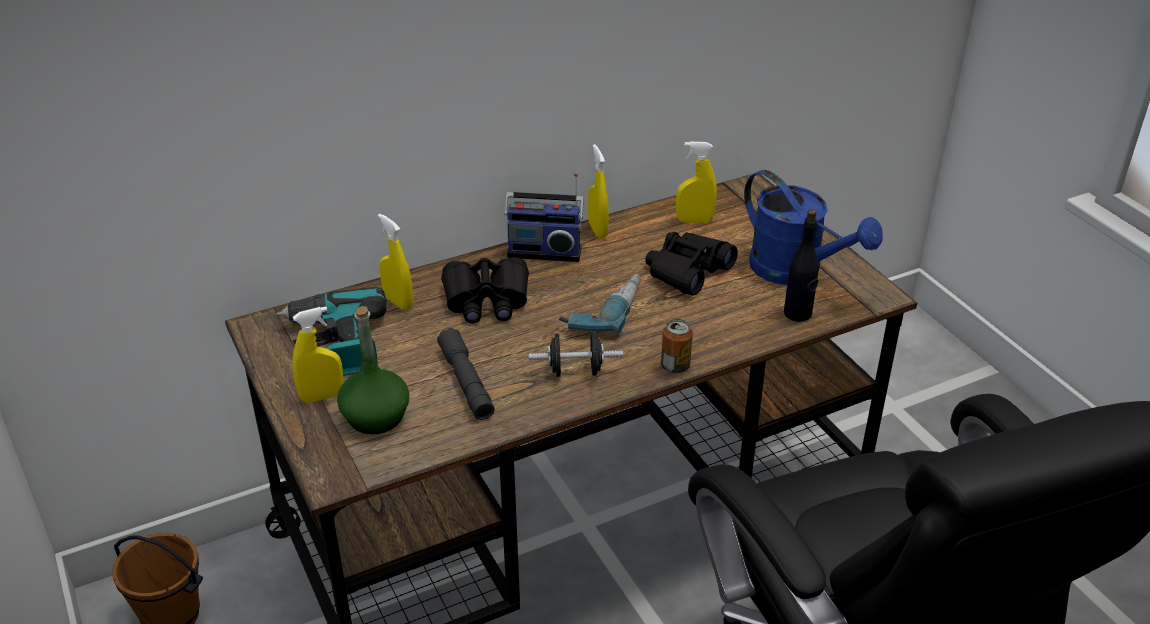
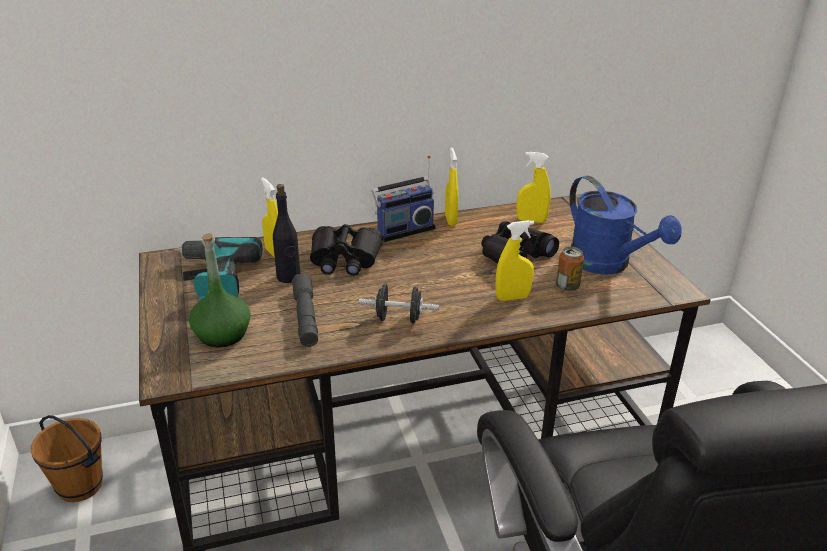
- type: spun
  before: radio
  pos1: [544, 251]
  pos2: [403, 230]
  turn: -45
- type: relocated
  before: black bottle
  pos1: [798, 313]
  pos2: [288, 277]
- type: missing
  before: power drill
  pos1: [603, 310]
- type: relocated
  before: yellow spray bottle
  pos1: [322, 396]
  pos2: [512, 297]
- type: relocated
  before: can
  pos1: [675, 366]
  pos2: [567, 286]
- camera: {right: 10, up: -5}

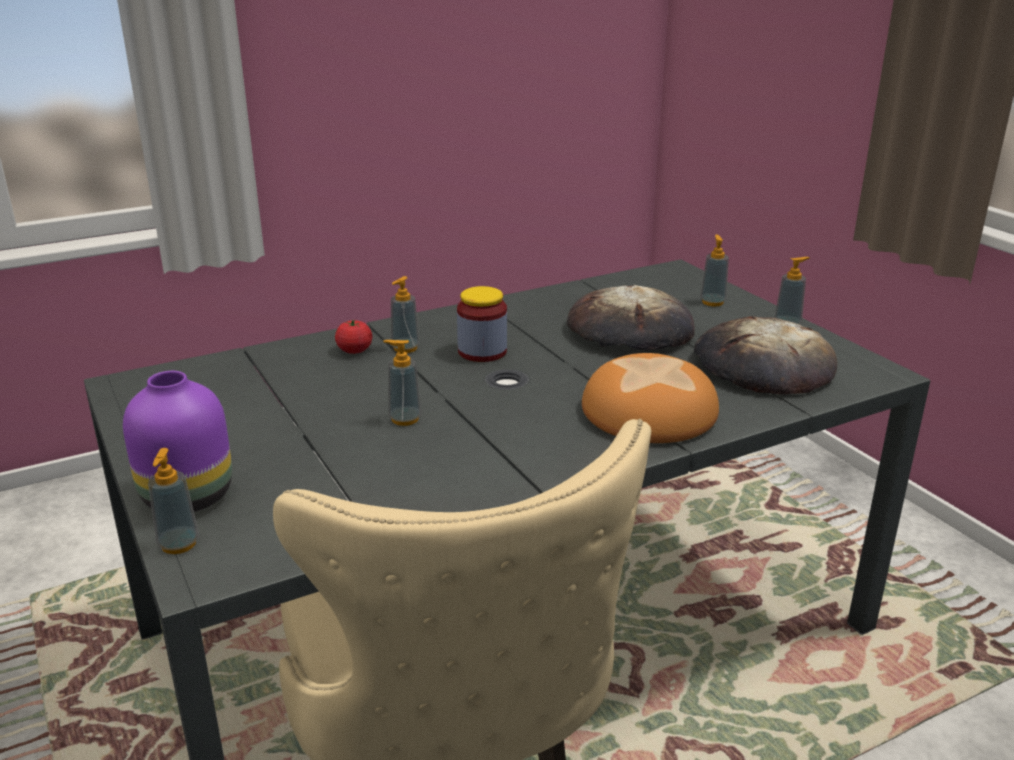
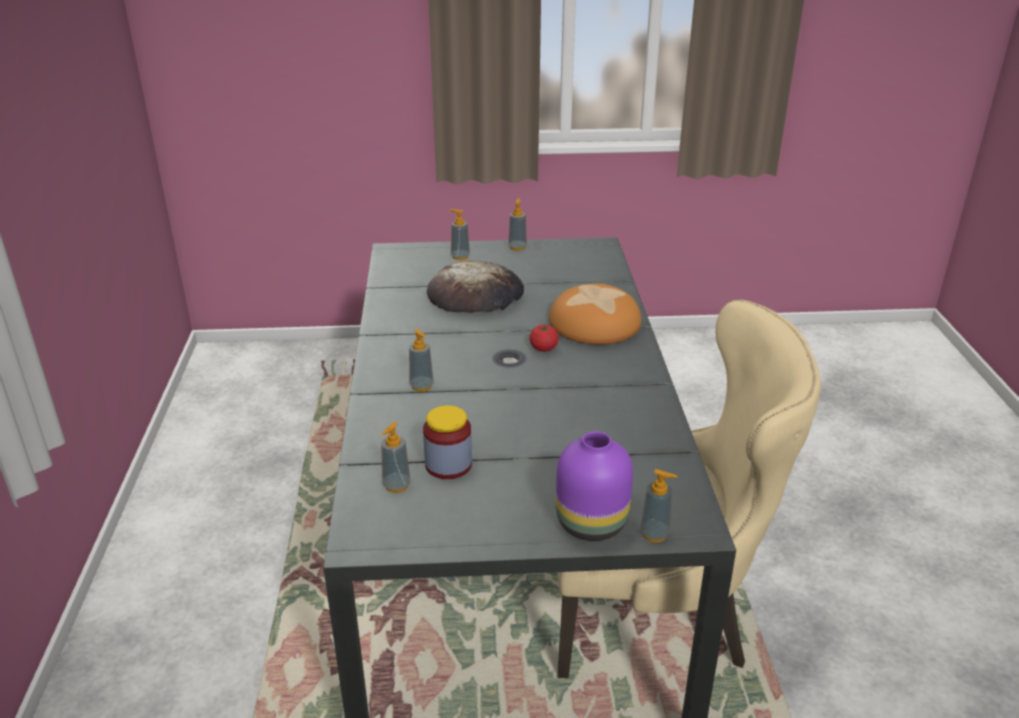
- type: relocated
  before: jar
  pos1: [482, 351]
  pos2: [448, 465]
- type: missing
  before: bread
  pos1: [762, 365]
- type: relocated
  before: tomato
  pos1: [354, 350]
  pos2: [543, 348]
- type: relocated
  before: soap dispenser
  pos1: [405, 419]
  pos2: [396, 485]
- camera: {right: -65, up: 5}

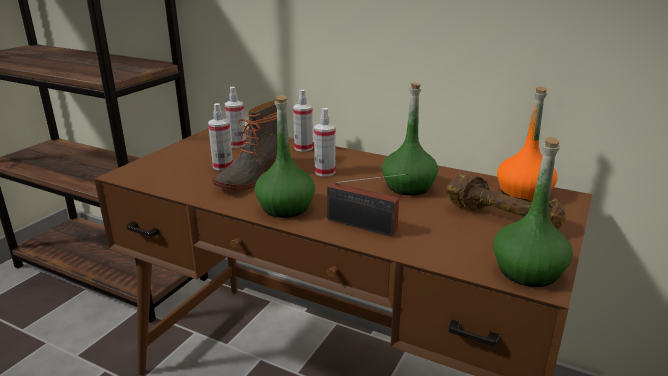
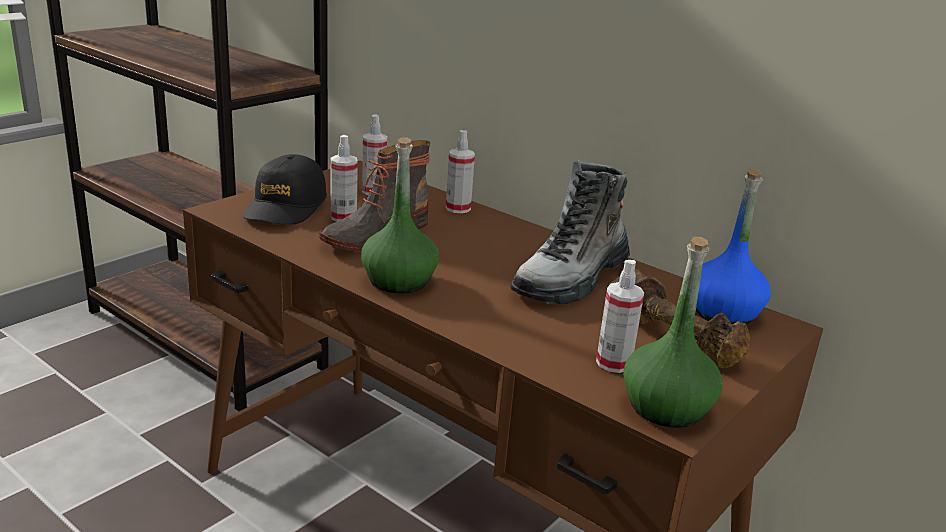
- type: exchanged
  before: green bottle
  after: boot
  pos1: [409, 187]
  pos2: [571, 279]
- type: colour
  before: orange bottle
  after: blue bottle
  pos1: [523, 194]
  pos2: [724, 313]
- type: relocated
  before: spray bottle
  pos1: [325, 172]
  pos2: [613, 363]
- type: missing
  before: radio
  pos1: [365, 227]
- type: appeared
  after: black cap
  pos2: [286, 207]
- camera: {right: 10, up: 0}

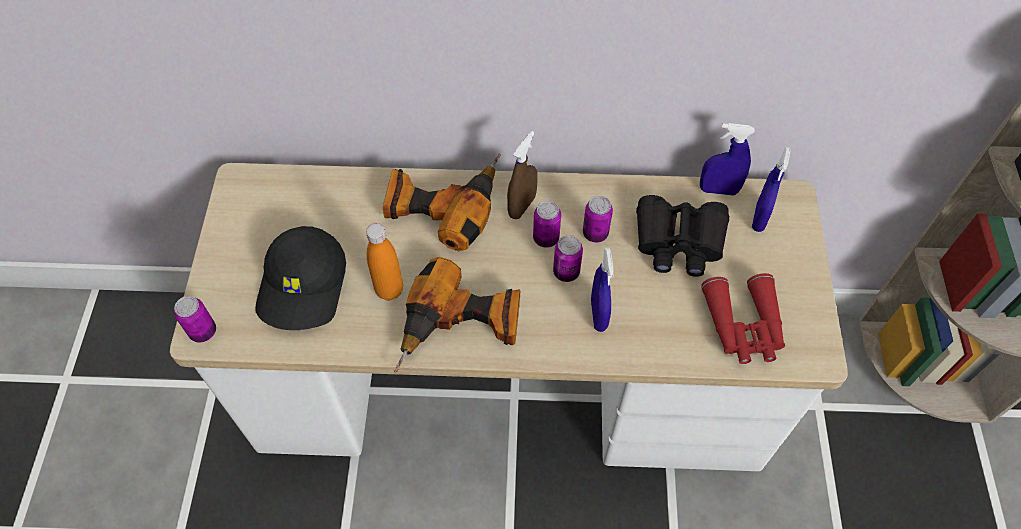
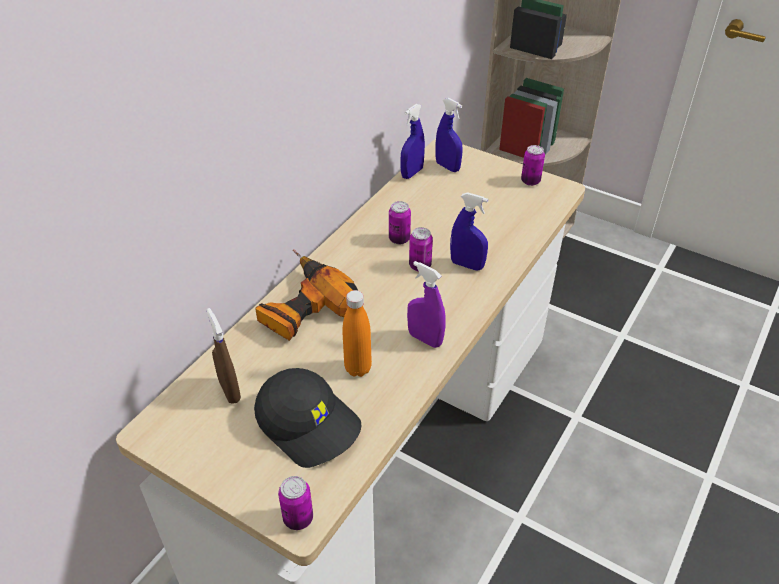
- type: relocated
  before: brown spray bottle
  pos1: [522, 206]
  pos2: [229, 390]
- type: missing
  before: black binoculars
  pos1: [678, 242]
- type: relocated
  before: can
  pos1: [546, 238]
  pos2: [530, 181]
- type: exchanged
  before: power drill
  after: purple spray bottle
  pos1: [461, 327]
  pos2: [425, 339]
- type: missing
  before: red binoculars
  pos1: [743, 326]
- camera: {right: -60, up: -15}

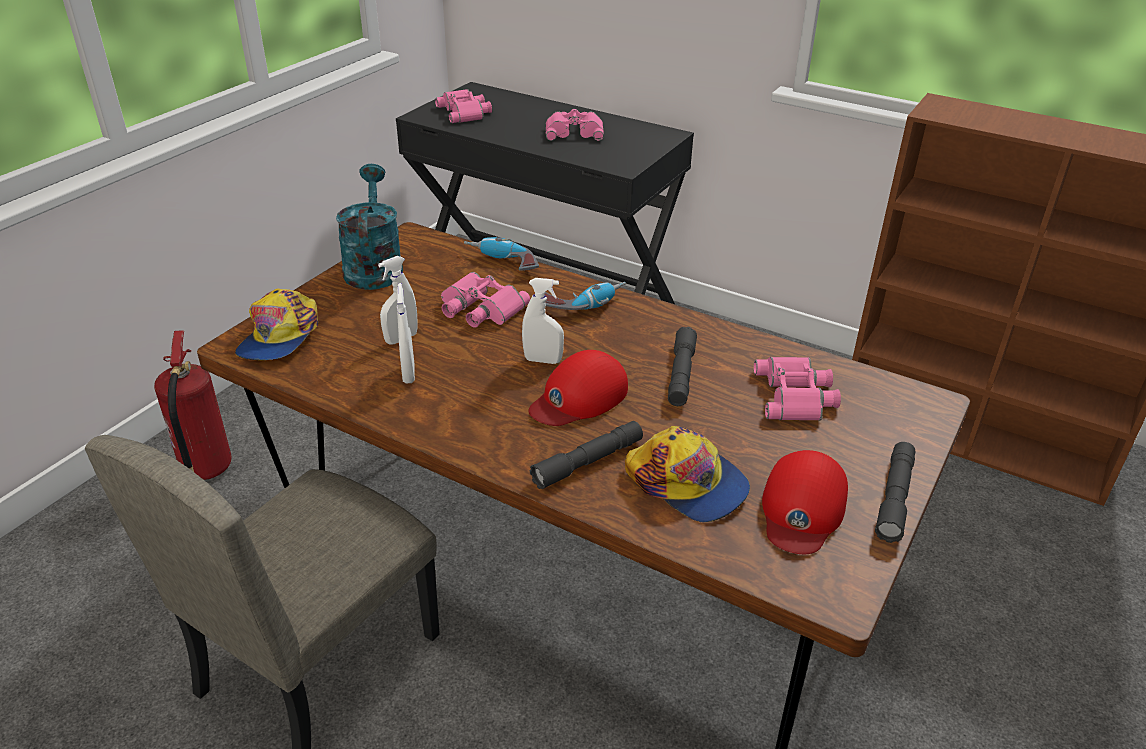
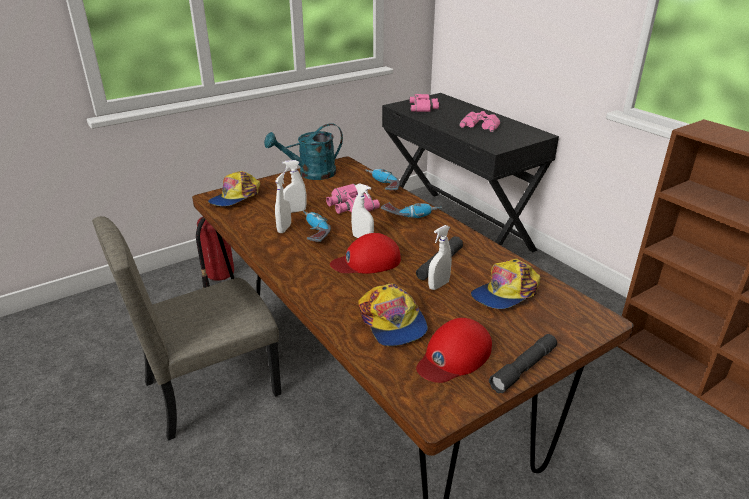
- type: spun
  before: turquoise watering can
  pos1: [373, 266]
  pos2: [311, 174]
  turn: -135
- type: exchanged
  before: pink binoculars
  after: cap
  pos1: [796, 396]
  pos2: [505, 293]
- type: missing
  before: grey flashlight
  pos1: [588, 462]
- type: appeared
  after: power drill
  pos2: [313, 232]
- type: appeared
  after: white spray bottle
  pos2: [438, 285]
- camera: {right: 25, up: -5}

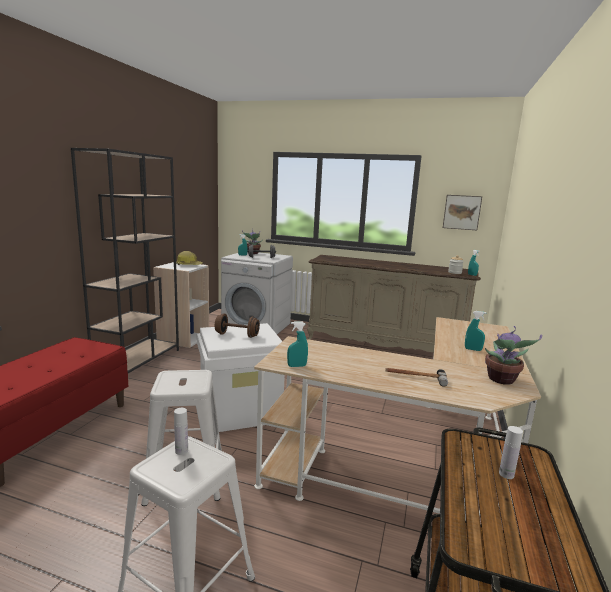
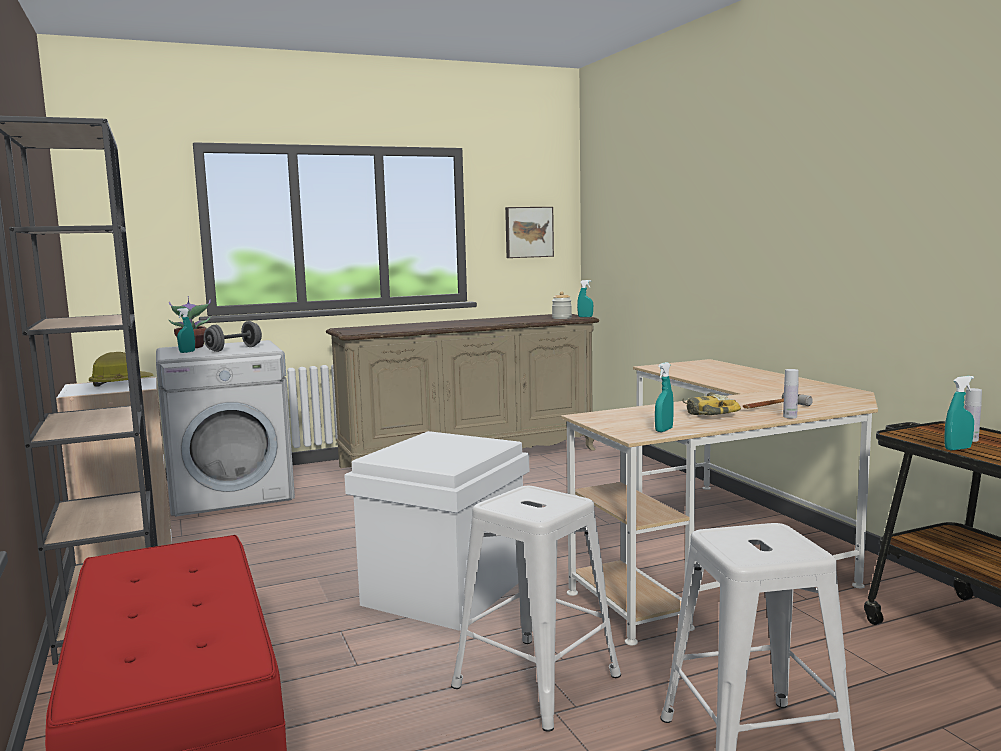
- type: relocated
  before: turquoise spray bottle
  pos1: [473, 349]
  pos2: [957, 449]
- type: missing
  before: brown dumbbell
  pos1: [237, 335]
- type: missing
  before: potted plant
  pos1: [501, 380]
- type: relocated
  before: white bottle
  pos1: [181, 451]
  pos2: [790, 417]
- type: appeared
  after: power drill
  pos2: [706, 412]
- camera: {right: -40, up: -5}

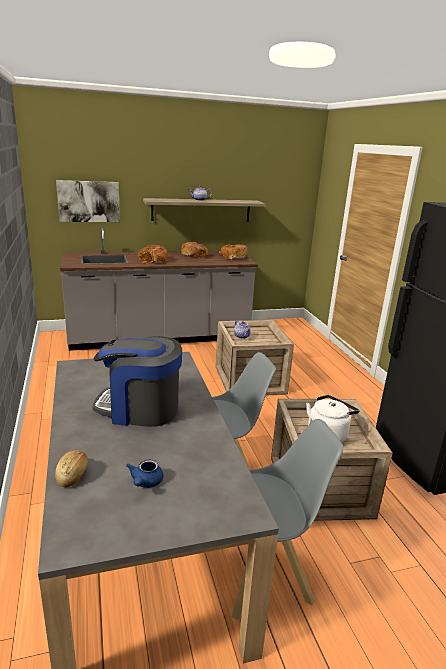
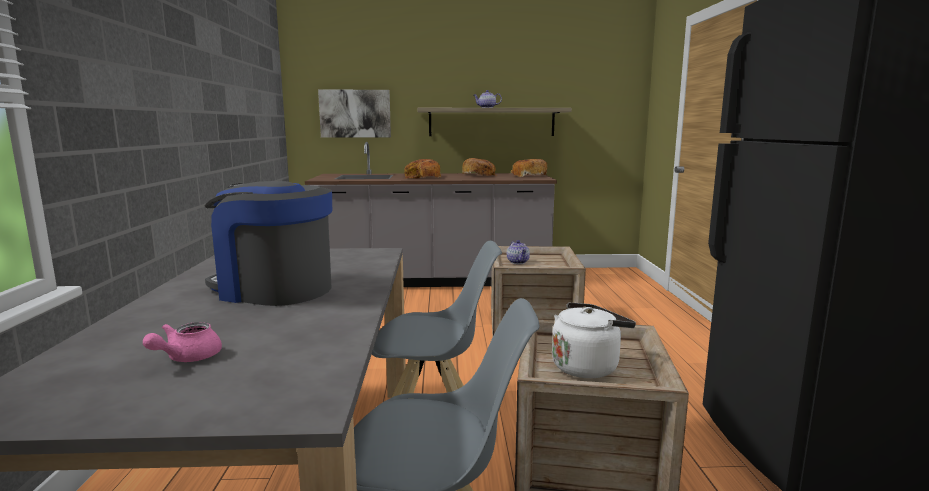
- type: missing
  before: bread
  pos1: [73, 475]
- type: colour
  before: blue teapot
  after: pink teapot
  pos1: [145, 483]
  pos2: [187, 358]
- camera: {right: 15, up: -10}

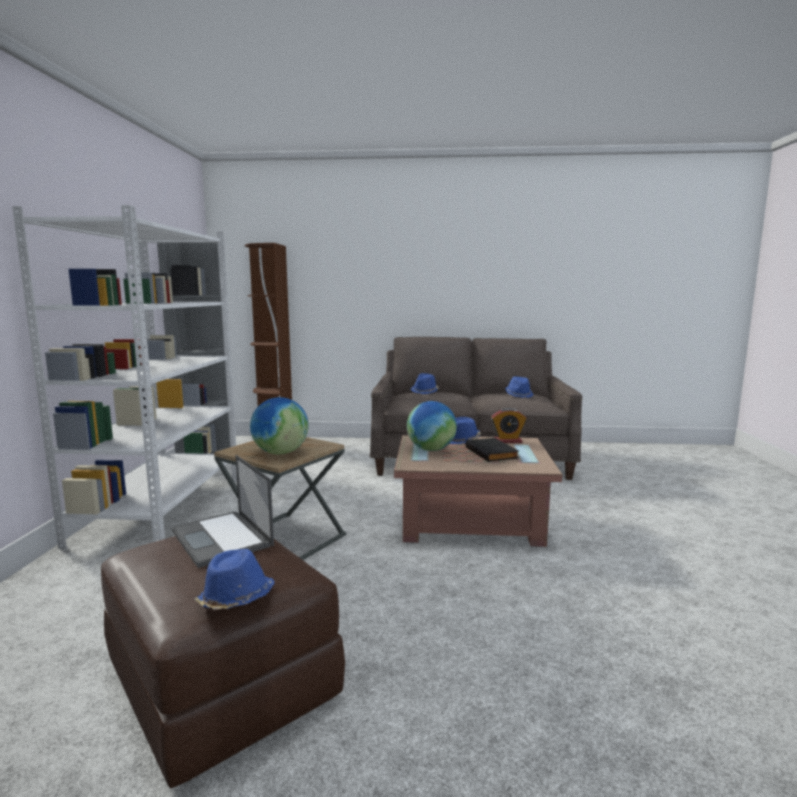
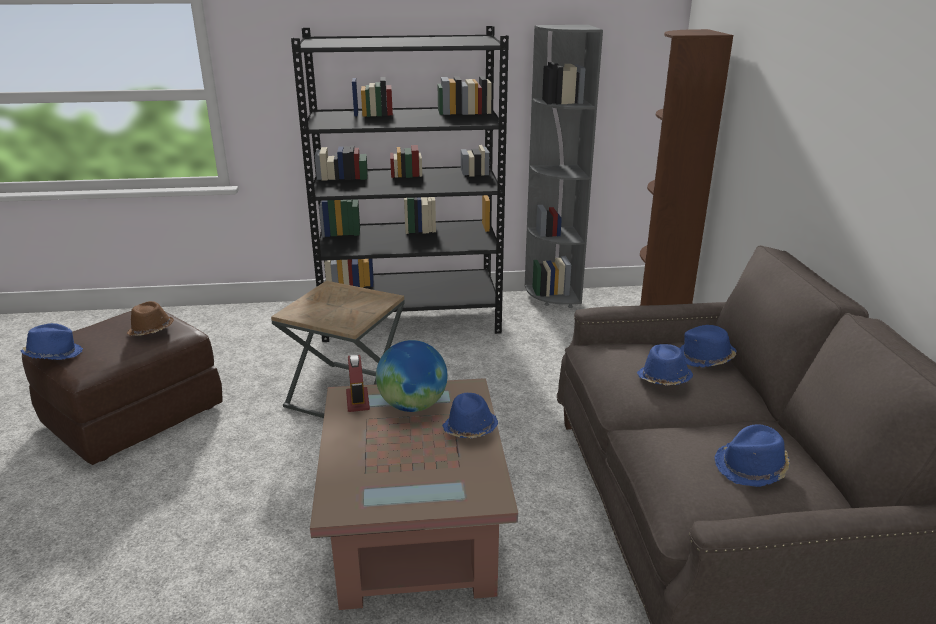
- type: colour
  before: white bookcase
  after: black bookcase
  pos1: [162, 509]
  pos2: [411, 317]
- type: missing
  before: globe
  pos1: [280, 453]
- type: relocated
  before: alarm clock
  pos1: [507, 441]
  pos2: [357, 400]
- type: missing
  before: black book
  pos1: [492, 453]
- type: exchanged
  before: laptop
  after: brown hat
  pos1: [222, 538]
  pos2: [151, 331]
- type: appeared
  after: blue hat
  pos2: [663, 379]
- camera: {right: 80, up: 15}

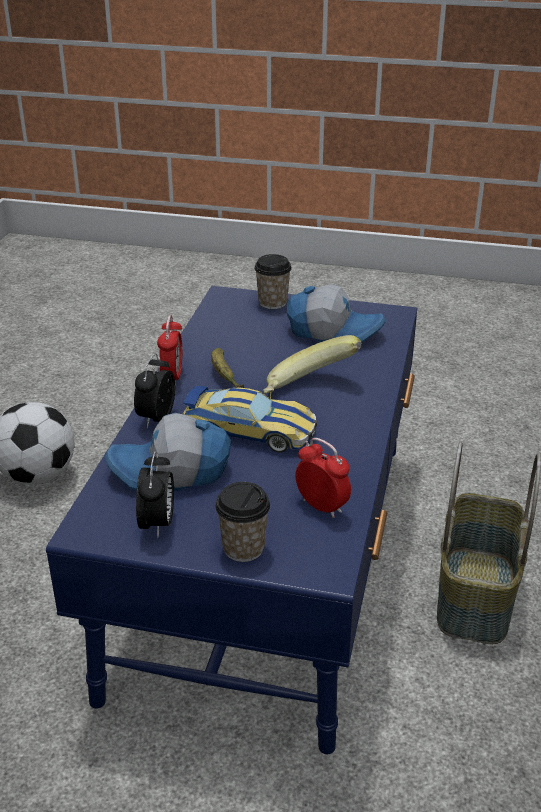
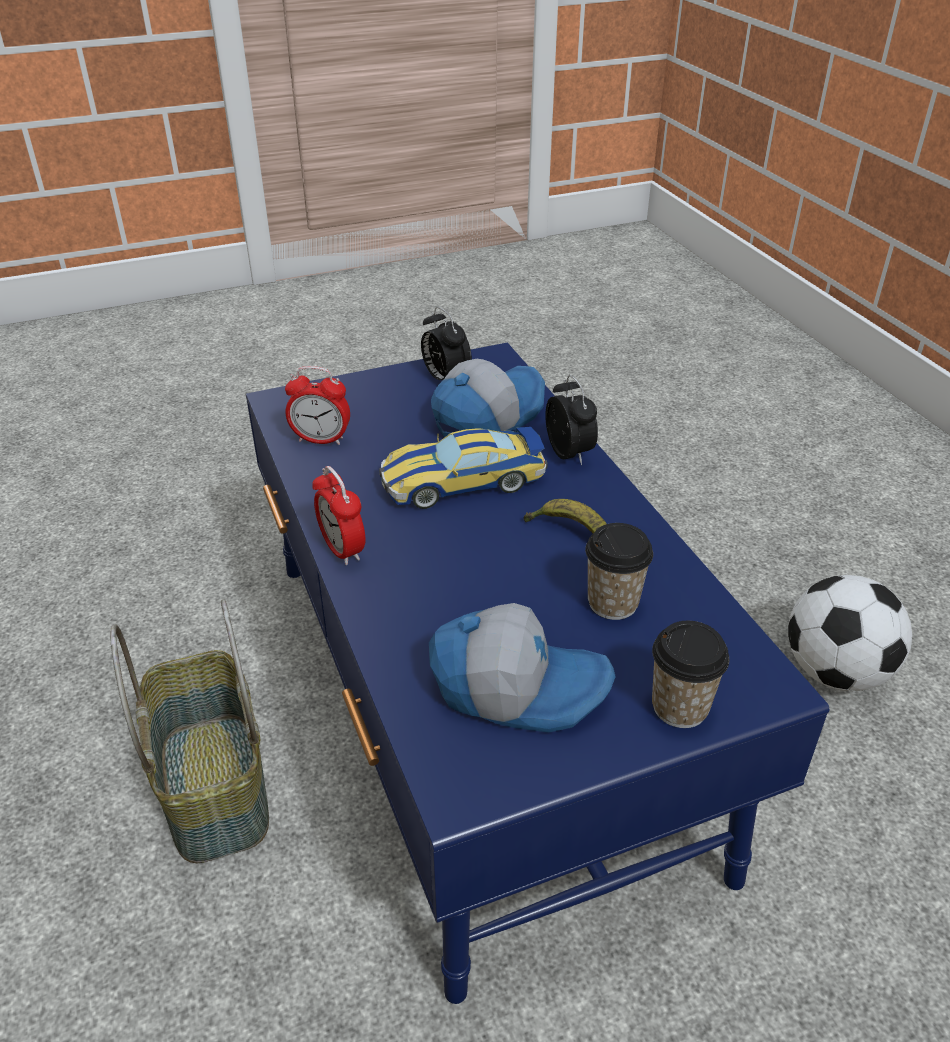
- type: spun
  before: cap
  pos1: [334, 331]
  pos2: [518, 685]
  turn: -150
- type: relocated
  before: alarm clock
  pos1: [172, 376]
  pos2: [342, 550]
- type: missing
  before: banana
  pos1: [309, 390]
- type: relocated
  before: cup
  pos1: [243, 548]
  pos2: [612, 603]
- camera: {right: 145, up: 5}

